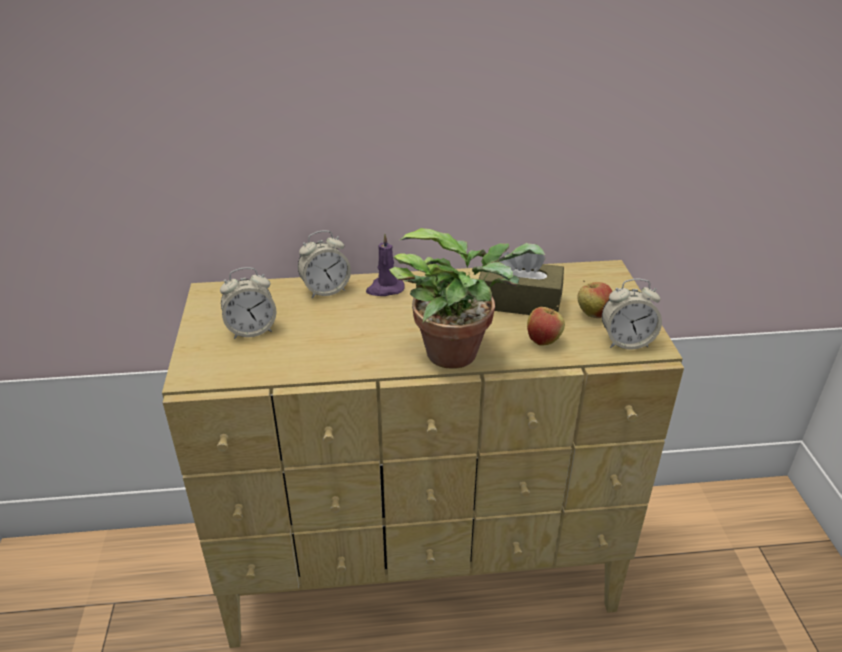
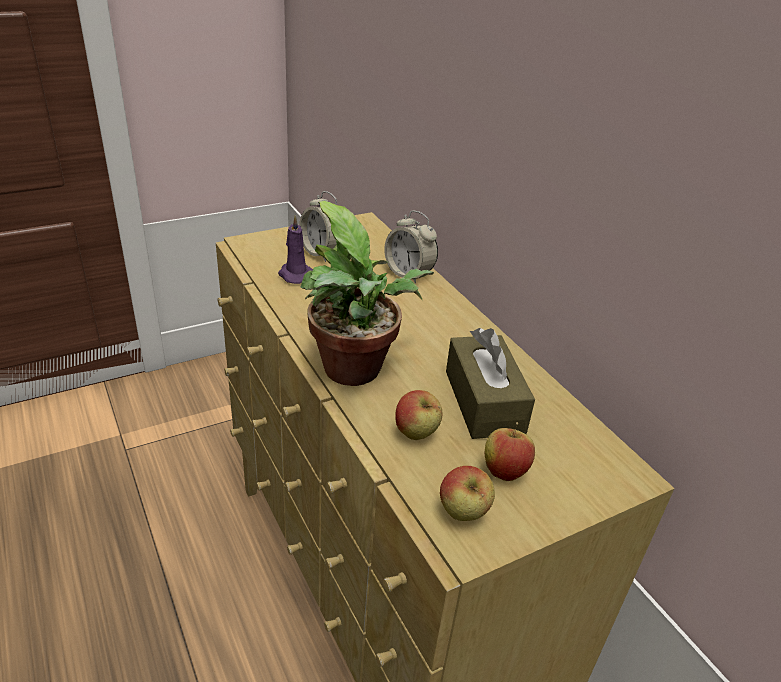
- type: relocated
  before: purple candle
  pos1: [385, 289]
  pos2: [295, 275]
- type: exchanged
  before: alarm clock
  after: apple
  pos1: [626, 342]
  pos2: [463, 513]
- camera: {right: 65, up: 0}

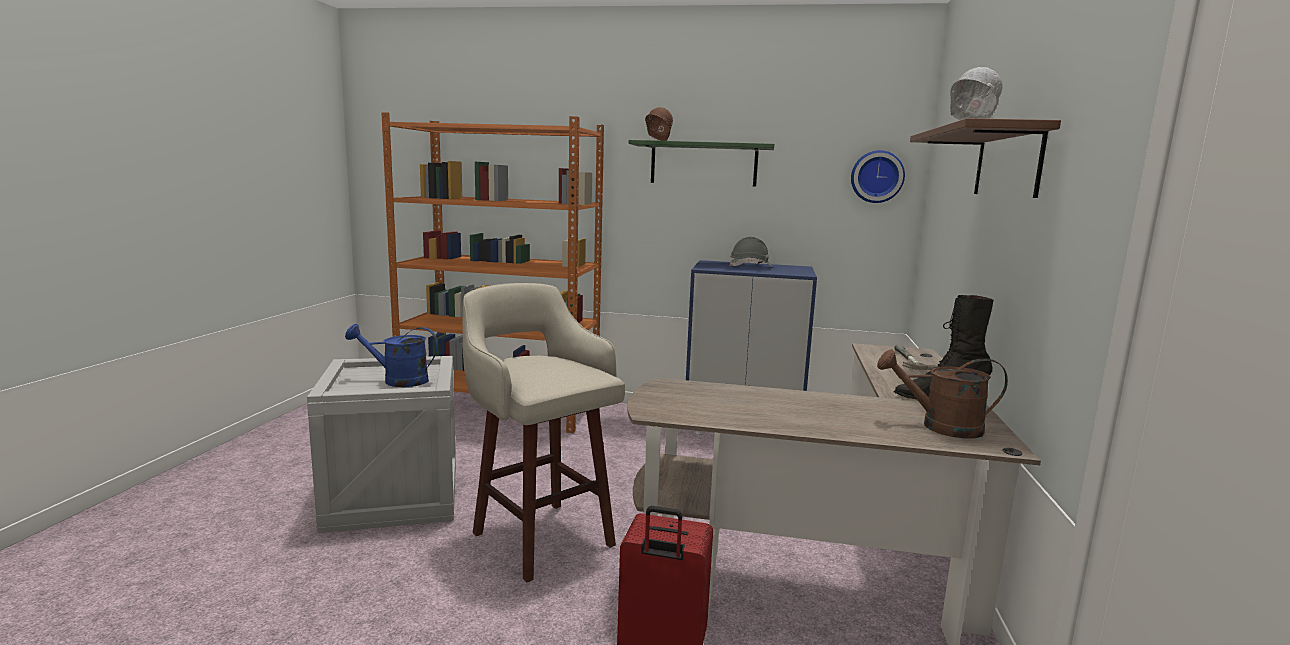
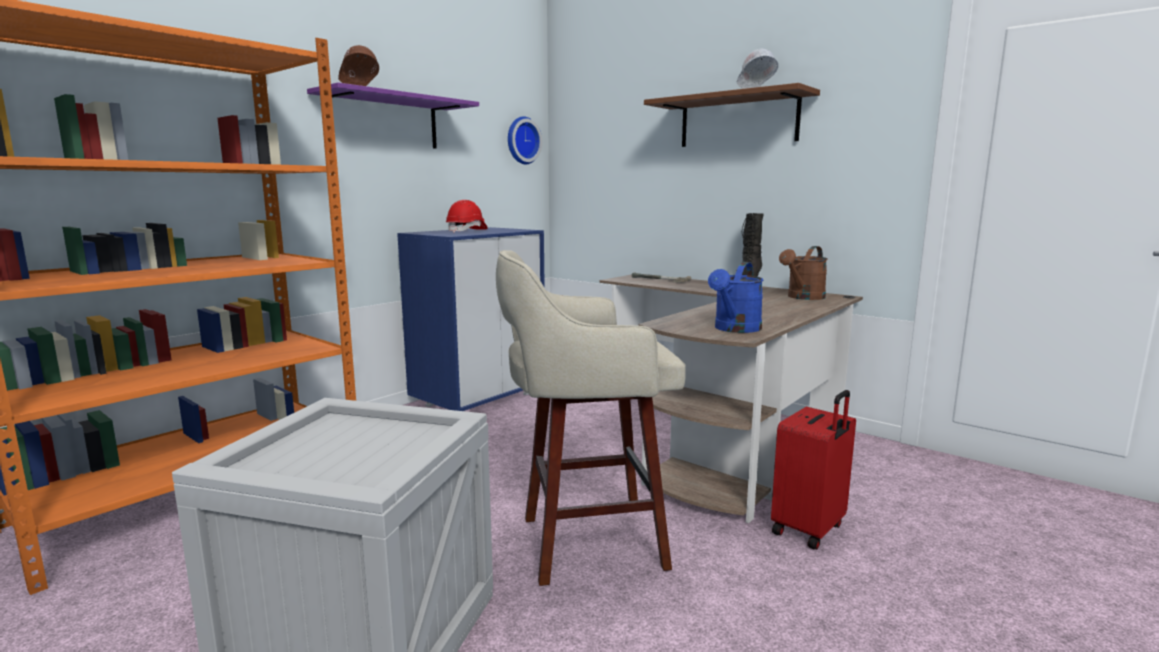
- type: colour
  before: green shelf
  after: purple shelf
  pos1: [703, 164]
  pos2: [384, 122]
- type: colour
  before: grey hard hat
  after: red hard hat
  pos1: [751, 266]
  pos2: [467, 231]
- type: relocated
  before: blue watering can
  pos1: [397, 380]
  pos2: [735, 329]
- camera: {right: -60, up: 0}

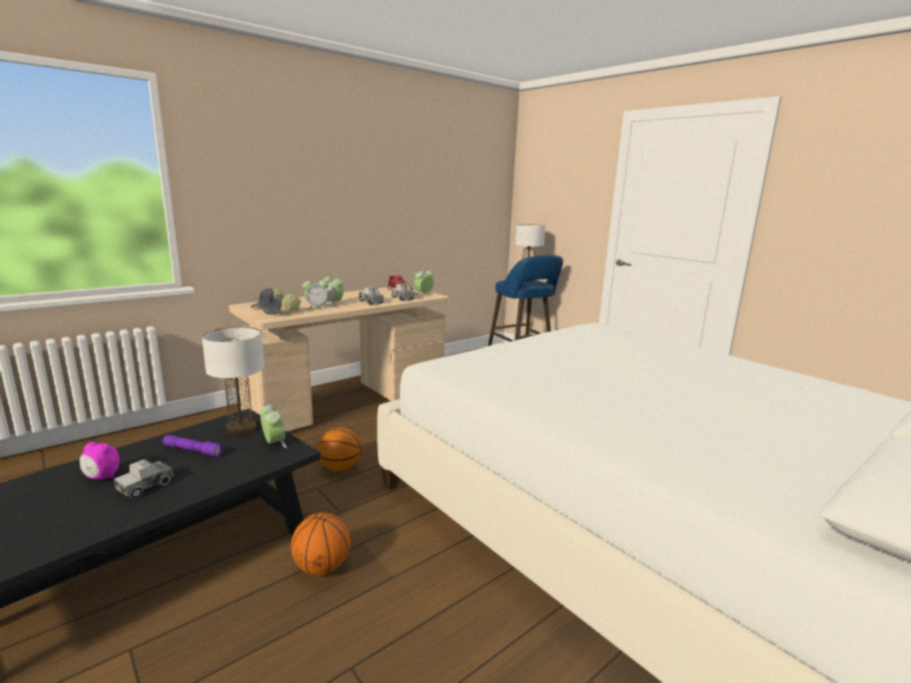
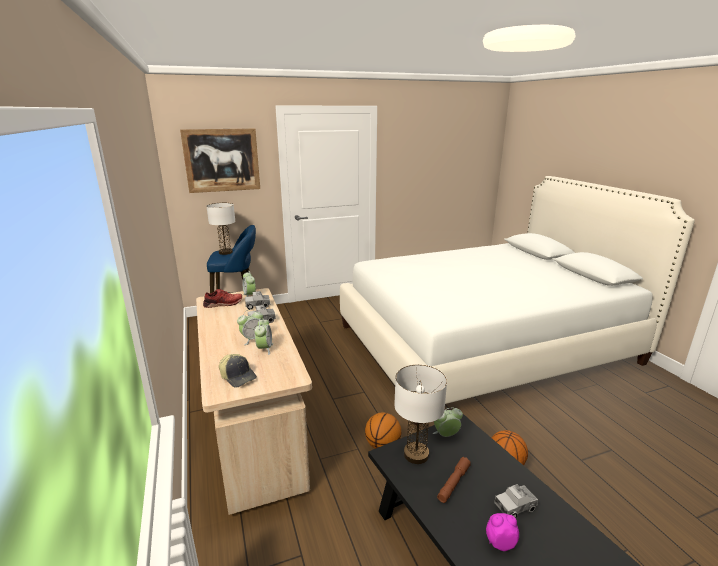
- type: missing
  before: cap
  pos1: [281, 312]
- type: colour
  before: purple flashlight
  after: brown flashlight
  pos1: [193, 450]
  pos2: [453, 483]
- type: spun
  before: alarm clock
  pos1: [102, 477]
  pos2: [500, 542]
  turn: -120
- type: spun
  before: toy truck
  pos1: [146, 486]
  pos2: [515, 507]
  turn: 105
- type: appeared
  after: picture
  pos2: [222, 160]
- camera: {right: -70, up: 5}

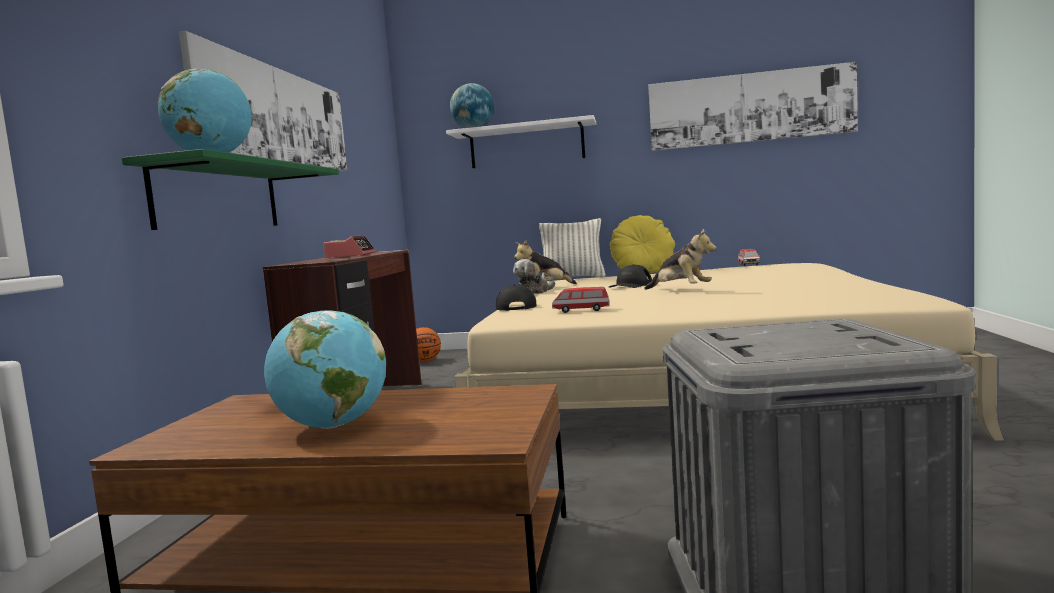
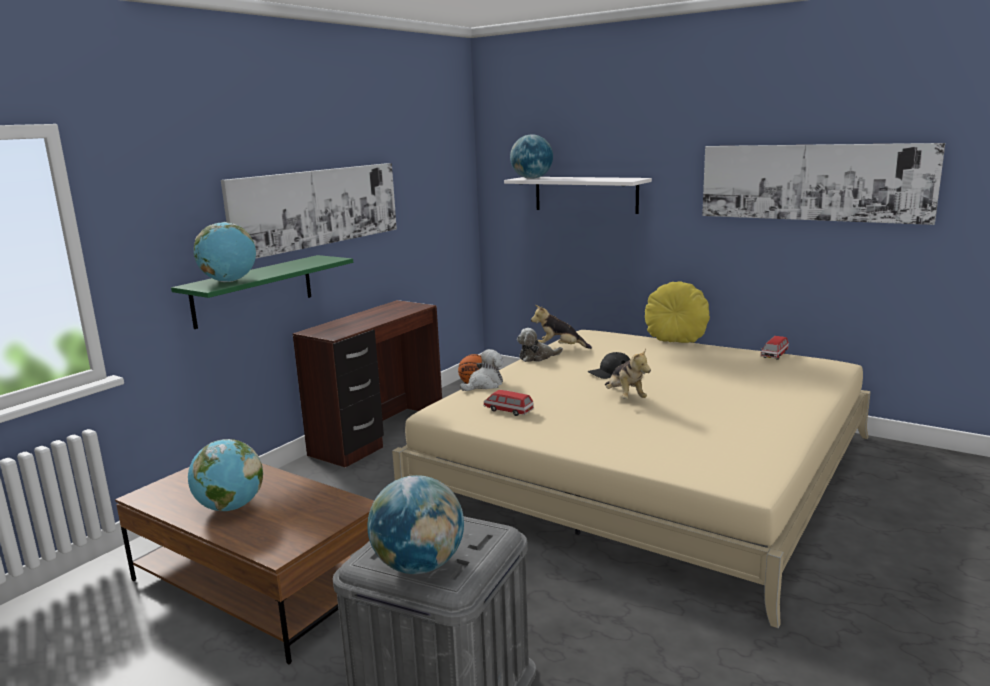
- type: missing
  before: pillow
  pos1: [573, 278]
- type: missing
  before: alarm clock
  pos1: [350, 255]
- type: exchanged
  before: black cap
  after: plush toy
  pos1: [515, 306]
  pos2: [484, 385]
- type: appeared
  after: globe
  pos2: [419, 566]
- camera: {right: 25, up: 10}

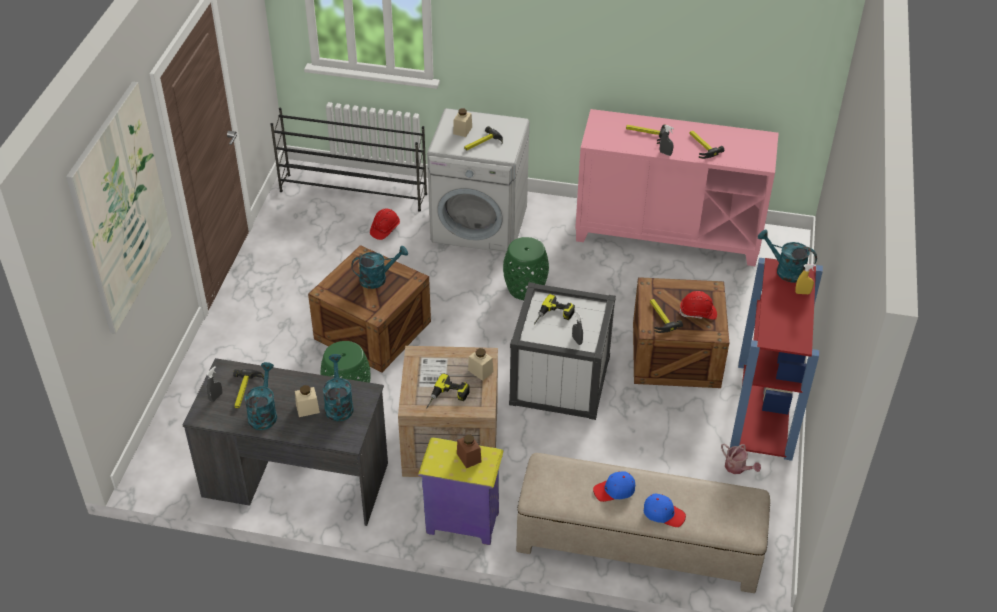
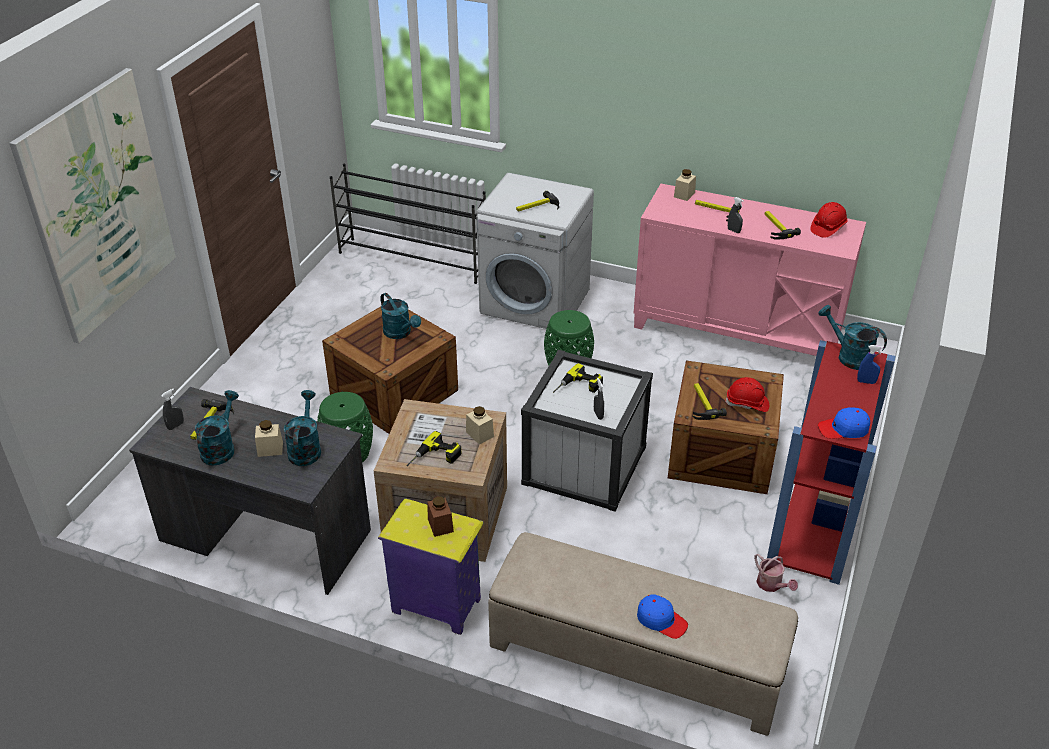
- type: relocated
  before: beige jar
  pos1: [462, 130]
  pos2: [684, 195]
- type: relocated
  before: red hard hat
  pos1: [385, 229]
  pos2: [827, 228]
- type: spun
  before: turquoise watering can
  pos1: [378, 278]
  pos2: [400, 333]
  turn: 60
- type: colour
  before: yellow spray bottle
  after: blue spray bottle
  pos1: [802, 293]
  pos2: [866, 382]
- type: relocated
  before: blue cap
  pos1: [614, 490]
  pos2: [843, 429]
- camera: {right: 10, up: -5}

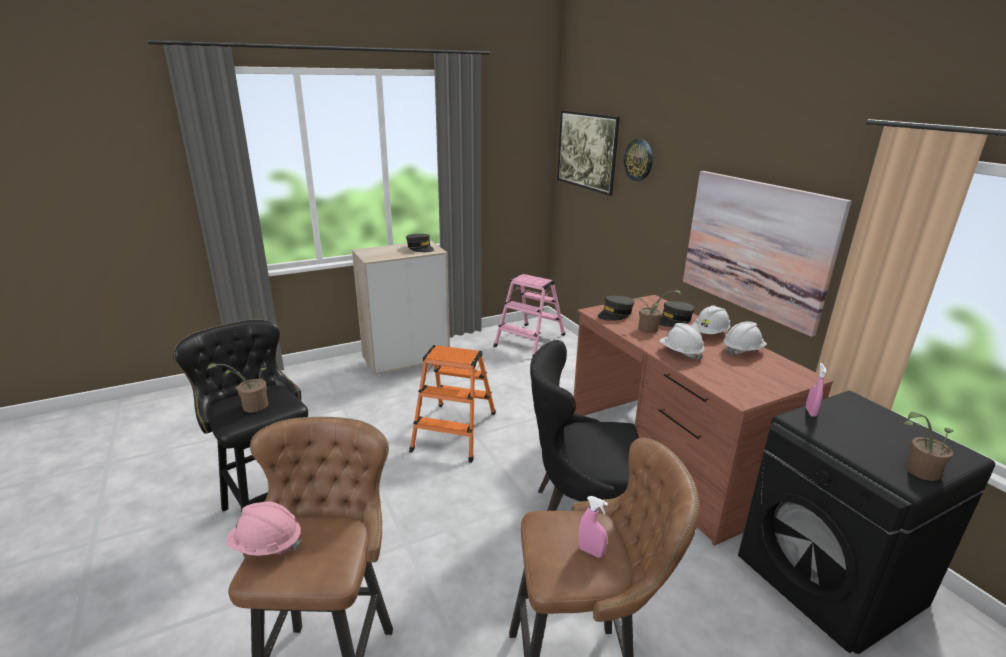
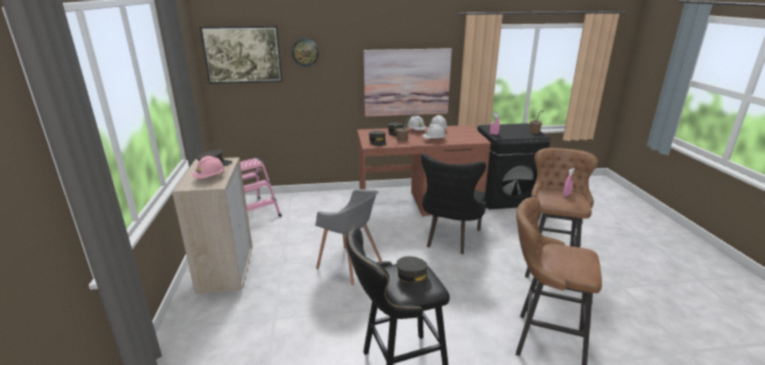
- type: exchanged
  before: orange step ladder
  after: grey chair
  pos1: [454, 431]
  pos2: [349, 265]
- type: exchanged
  before: potted plant
  after: grey cap
  pos1: [251, 407]
  pos2: [414, 279]
- type: relocated
  before: pink hard hat
  pos1: [266, 545]
  pos2: [210, 177]
- camera: {right: -70, up: 0}

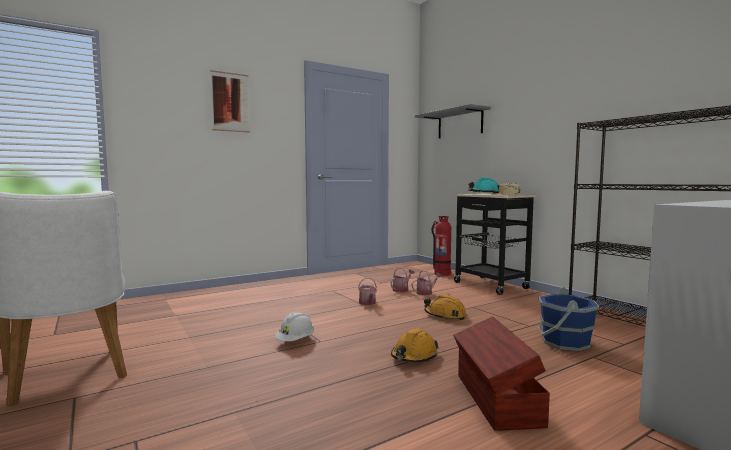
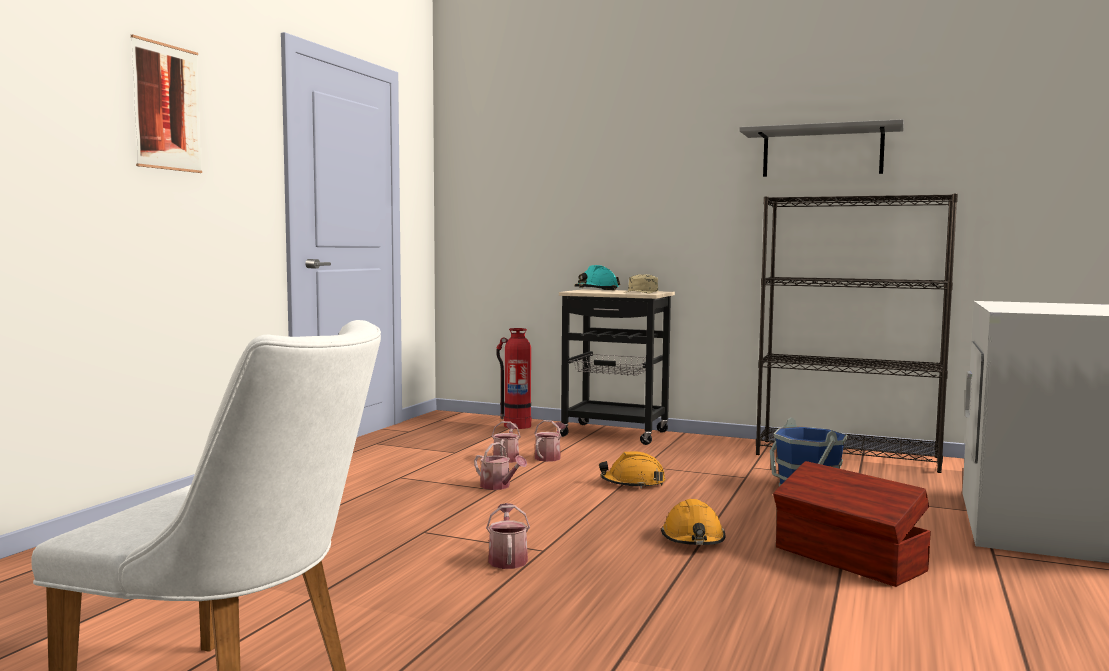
- type: relocated
  before: grey shelf
  pos1: [459, 124]
  pos2: [822, 152]
- type: exchanged
  before: white hard hat
  after: watering can
  pos1: [295, 341]
  pos2: [507, 559]
- camera: {right: -35, up: 0}

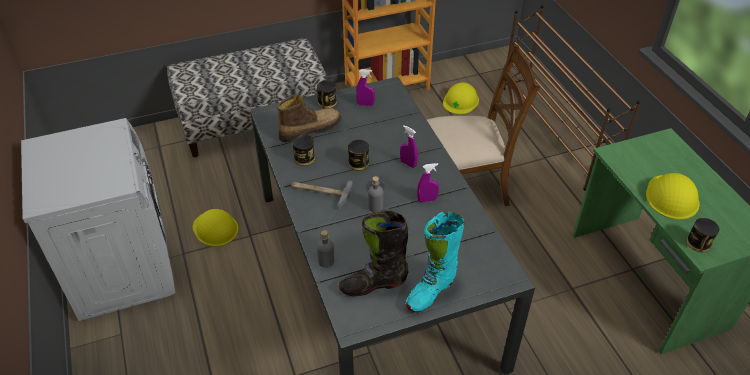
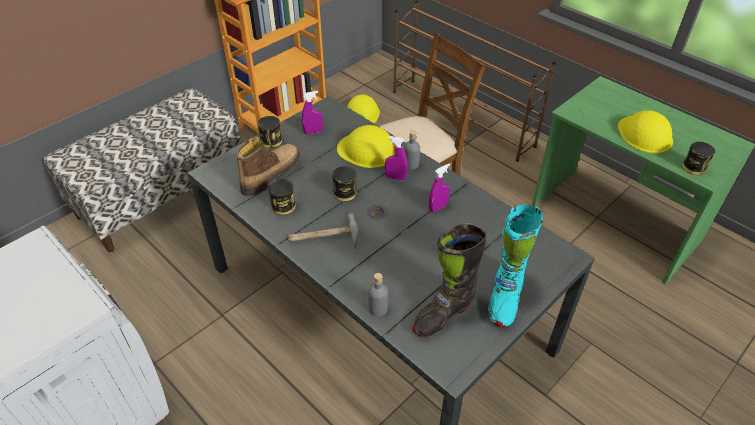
- type: relocated
  before: grey bottle
  pos1: [375, 207]
  pos2: [411, 164]
- type: relocated
  before: yellow hard hat
  pos1: [215, 228]
  pos2: [367, 150]
- camera: {right: -25, up: 0}

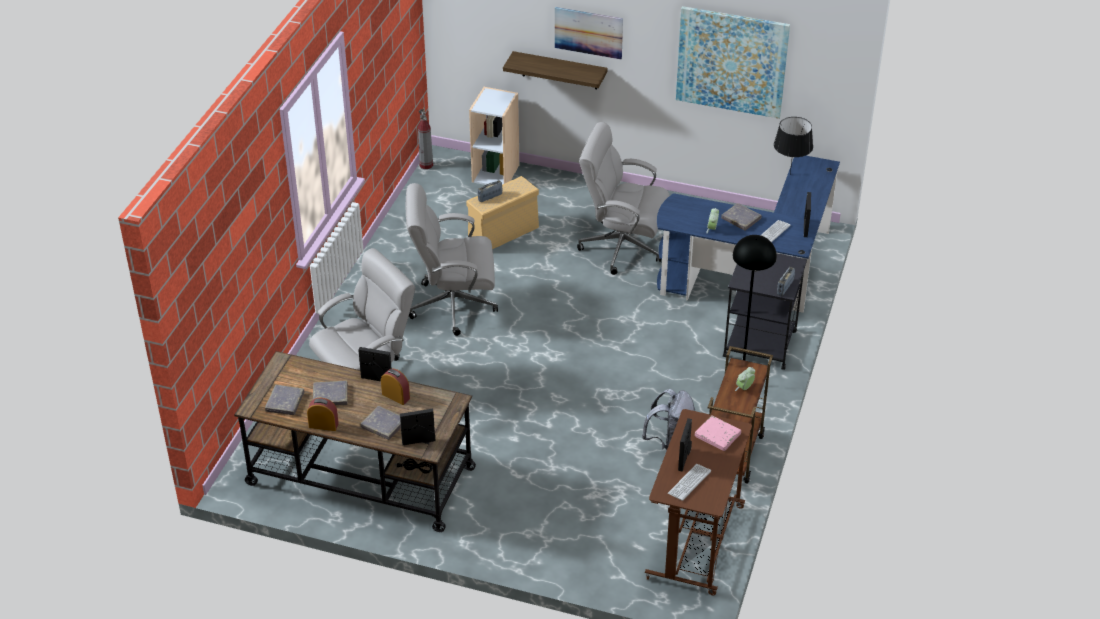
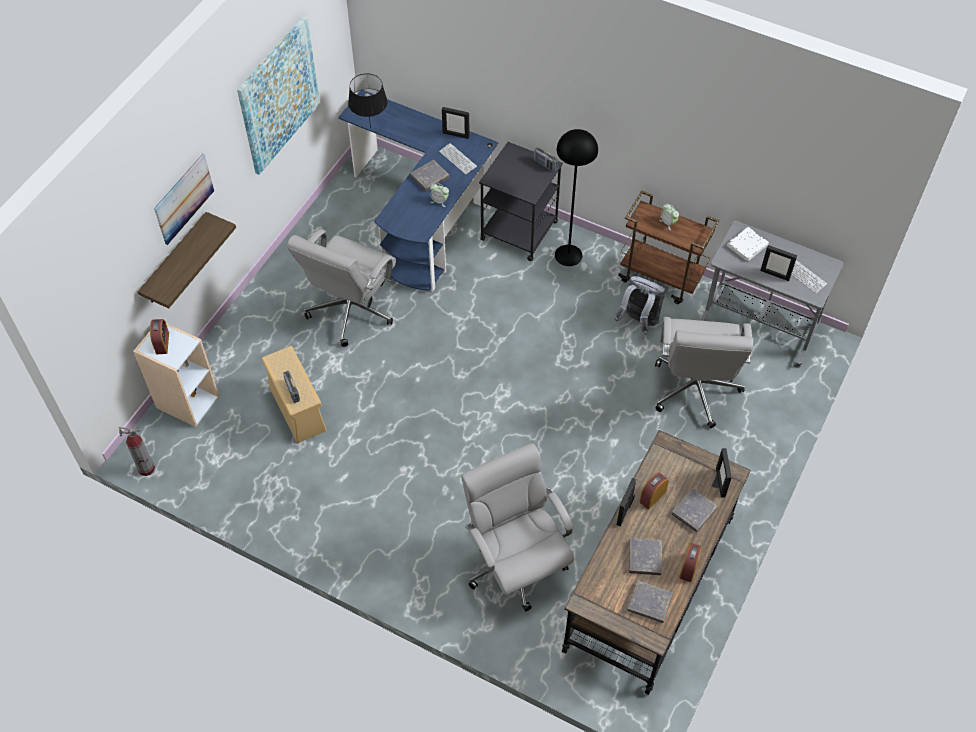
- type: relocated
  before: grey office chair
  pos1: [453, 305]
  pos2: [695, 388]
- type: colour
  before: brown desk
  after: grey desk
  pos1: [695, 543]
  pos2: [758, 326]
- type: colour
  before: pink book
  after: white book
  pos1: [717, 435]
  pos2: [747, 246]
- type: appeared
  after: alarm clock
  pos2: [162, 343]
- camera: {right: -80, up: 15}

